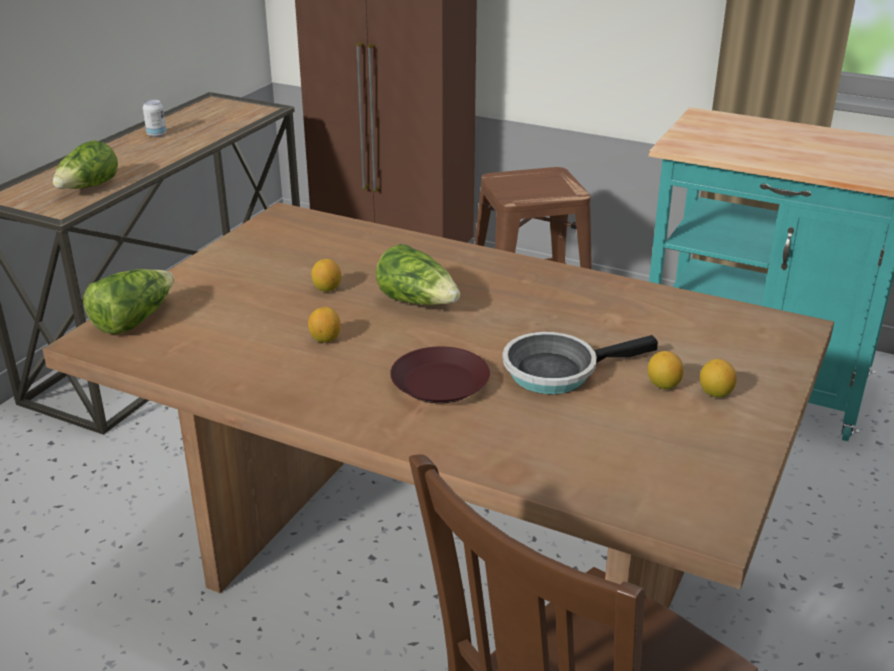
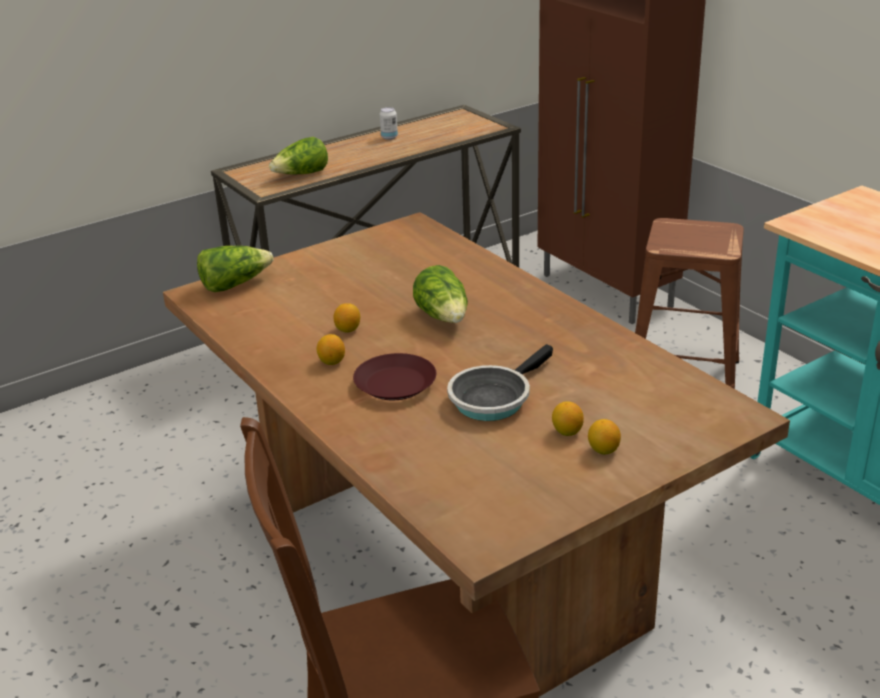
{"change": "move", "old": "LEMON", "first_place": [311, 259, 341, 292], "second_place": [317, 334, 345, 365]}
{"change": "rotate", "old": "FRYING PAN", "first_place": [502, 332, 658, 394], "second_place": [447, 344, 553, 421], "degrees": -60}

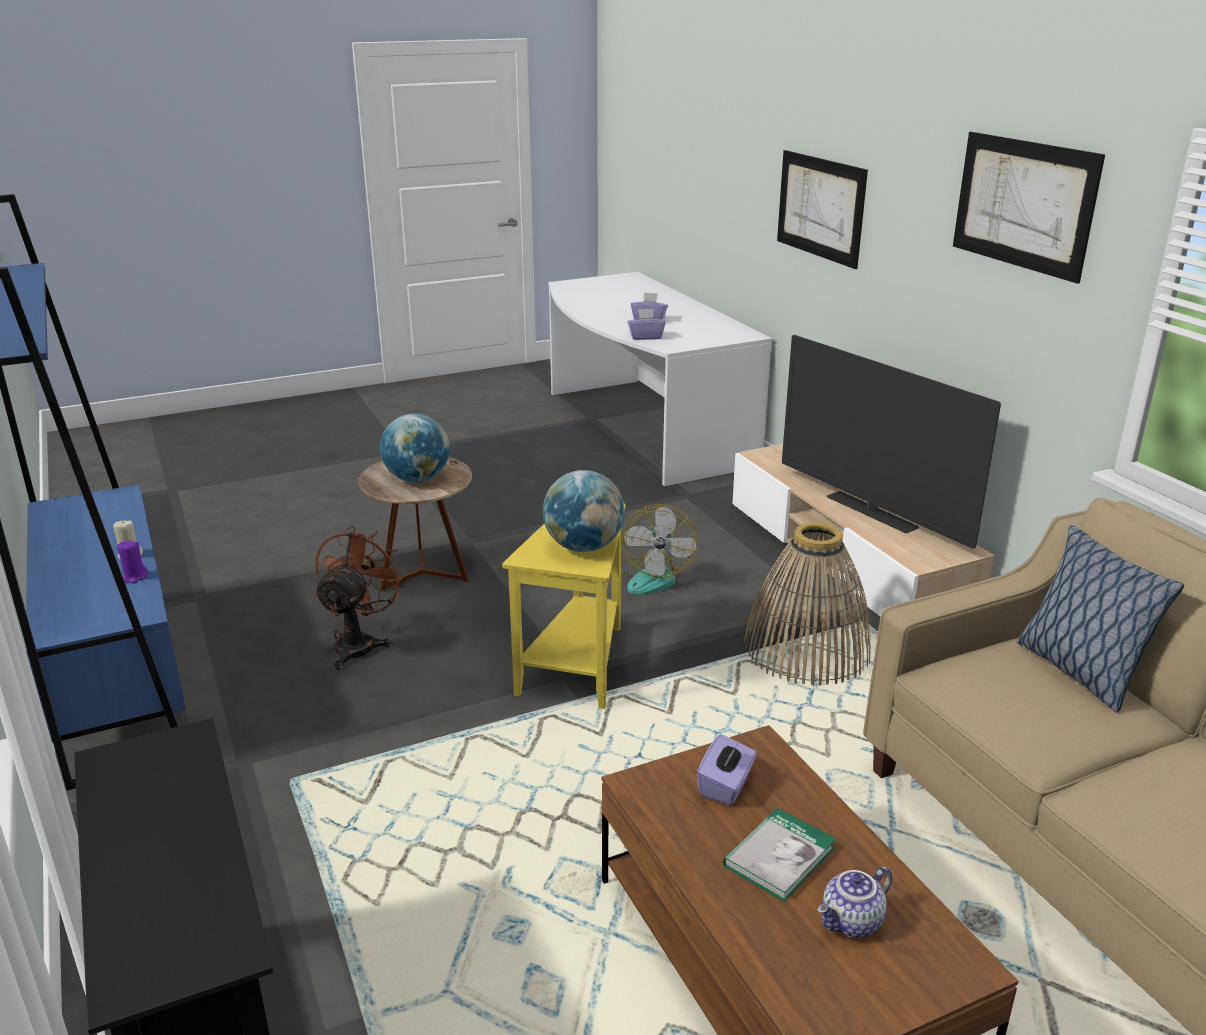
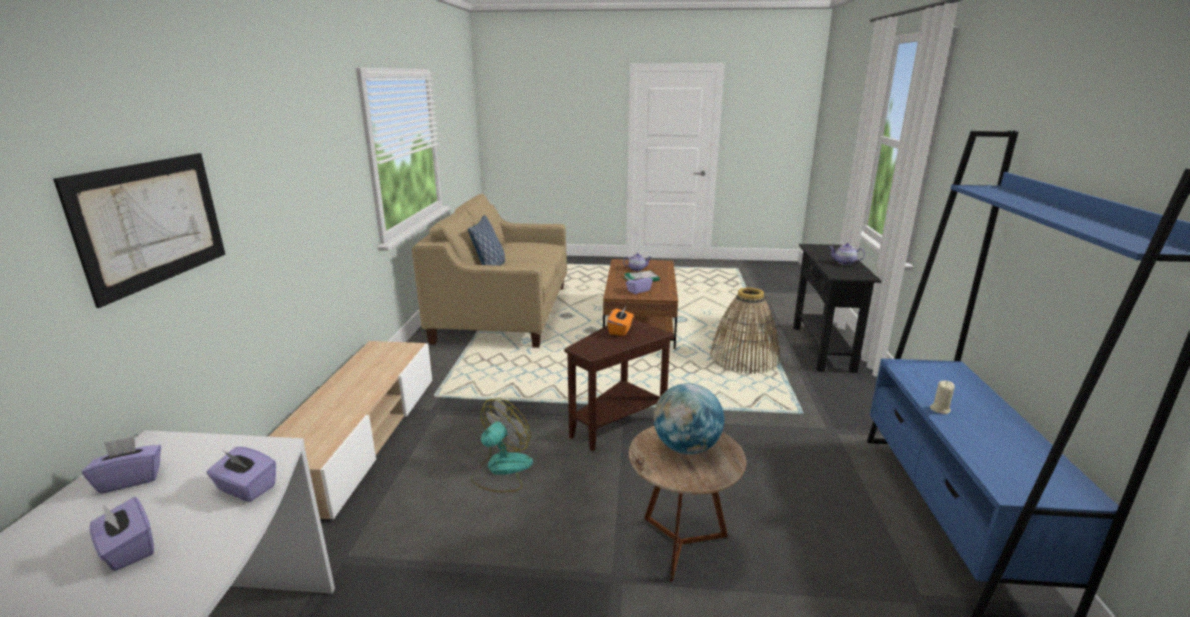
{"change": "insert", "new": "PURPLE TISSUE BOX", "second_place": [82, 436, 161, 493]}
{"change": "recolor", "old": "YELLOW SIDE TABLE", "new": "BROWN SIDE TABLE", "first_place": [502, 503, 625, 709], "second_place": [564, 319, 674, 451]}
{"change": "replace", "old": "GLOBE", "new": "ORANGE TISSUE BOX", "first_place": [543, 470, 625, 552], "second_place": [607, 307, 634, 336]}
{"change": "move", "old": "BASKET", "first_place": [744, 522, 871, 686], "second_place": [710, 287, 780, 374]}
{"change": "insert", "new": "TEAPOT", "second_place": [829, 243, 865, 265]}
{"change": "delete", "old": "PURPLE CANDLE", "first_place": [117, 541, 148, 584]}
{"change": "delete", "old": "BROWN FAN", "first_place": [314, 526, 406, 670]}
{"change": "delete", "old": "TELEVISION", "first_place": [782, 335, 1001, 549]}
{"change": "delete", "old": "PICTURE", "first_place": [953, 132, 1105, 284]}

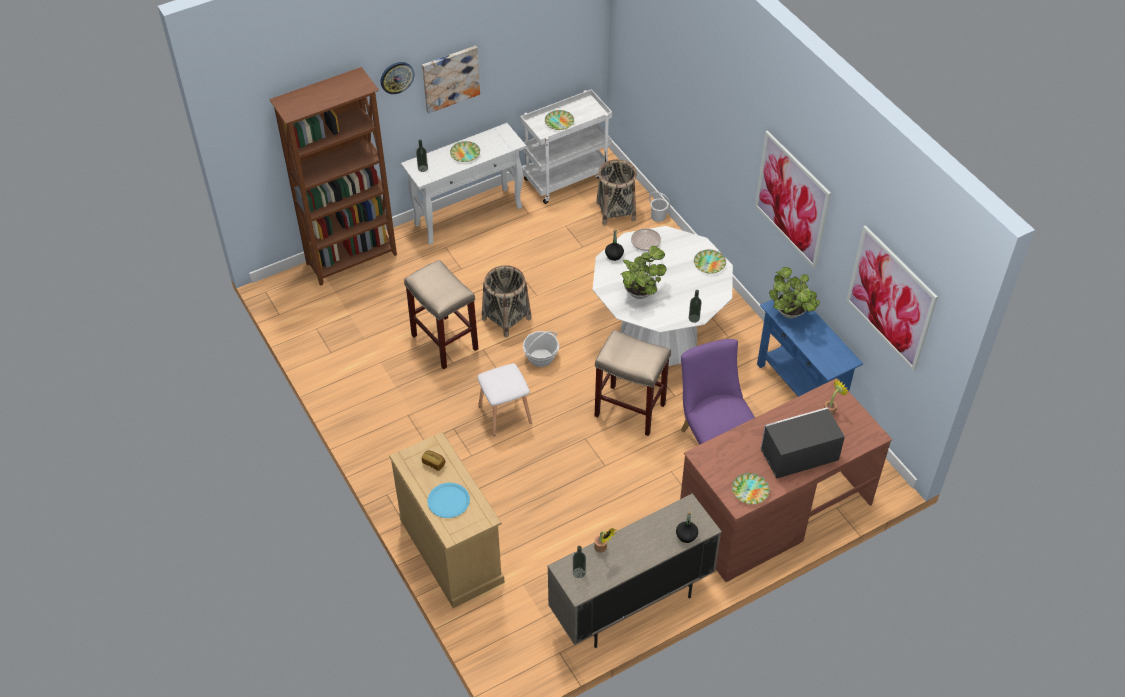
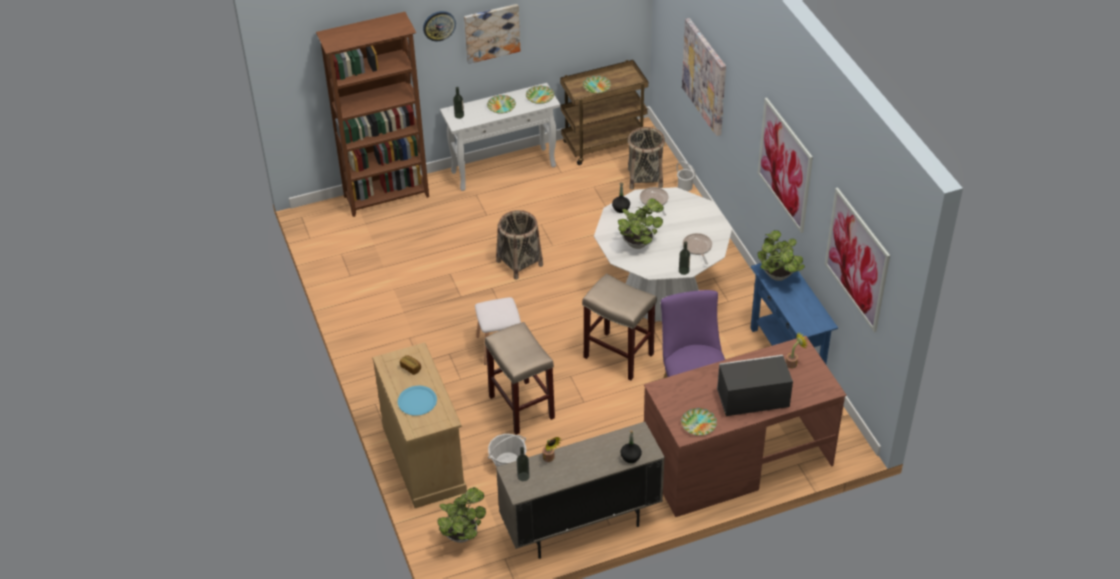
{"change": "insert", "new": "POTTED PLANT", "second_place": [437, 487, 486, 543]}
{"change": "move", "old": "BEIGE STOOL", "first_place": [404, 259, 478, 370], "second_place": [485, 322, 555, 435]}
{"change": "move", "old": "BASKET", "first_place": [523, 331, 559, 367], "second_place": [488, 434, 526, 467]}
{"change": "move", "old": "PLATE", "first_place": [694, 250, 726, 274], "second_place": [526, 86, 554, 104]}
{"change": "recolor", "old": "WHITE CART", "new": "BROWN CART", "first_place": [520, 89, 612, 204], "second_place": [560, 60, 648, 165]}
{"change": "insert", "new": "PICTURE", "second_place": [682, 18, 726, 136]}
{"change": "insert", "new": "FRYING PAN", "second_place": [683, 233, 712, 264]}

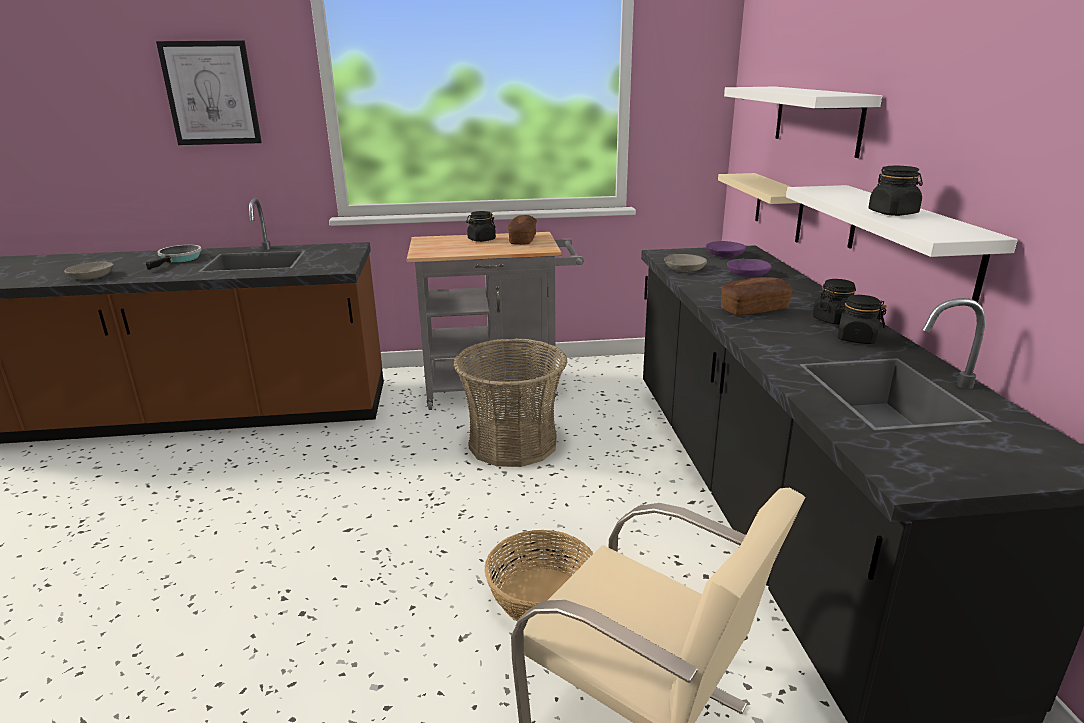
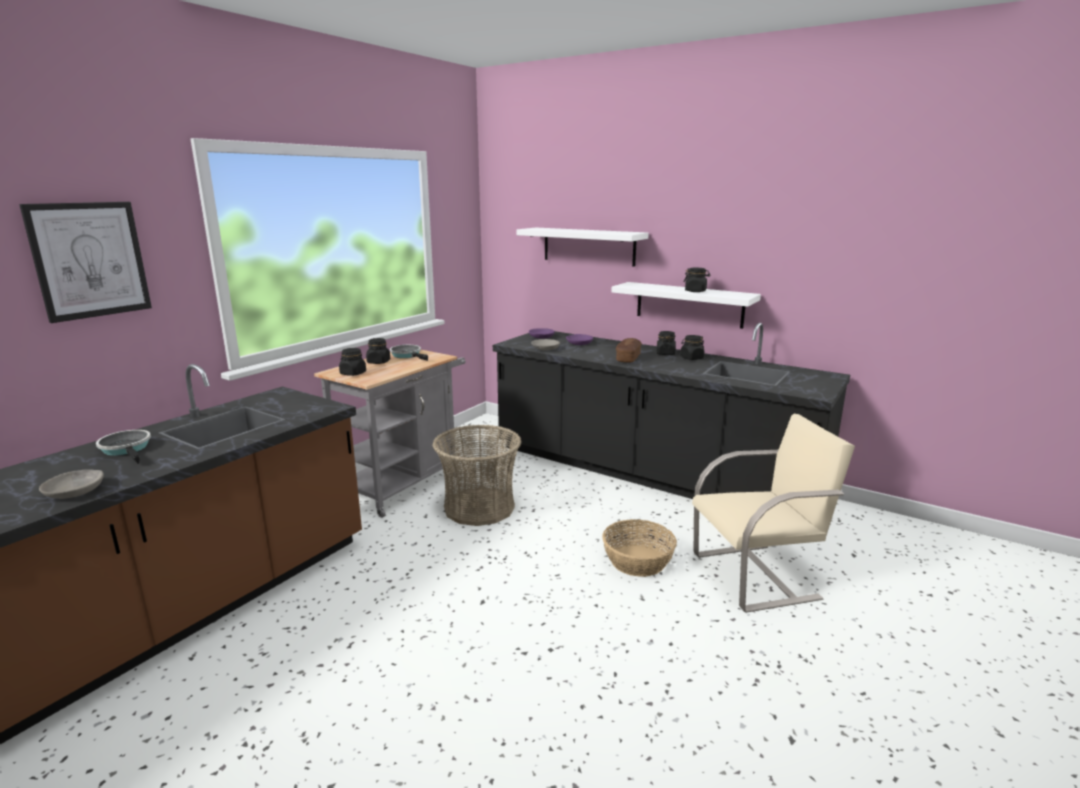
{"change": "insert", "new": "BLACK JAR", "second_place": [339, 348, 366, 376]}
{"change": "replace", "old": "BREAD", "new": "FRYING PAN", "first_place": [508, 215, 537, 245], "second_place": [390, 345, 428, 361]}
{"change": "delete", "old": "BEIGE SHELF", "first_place": [718, 173, 804, 243]}

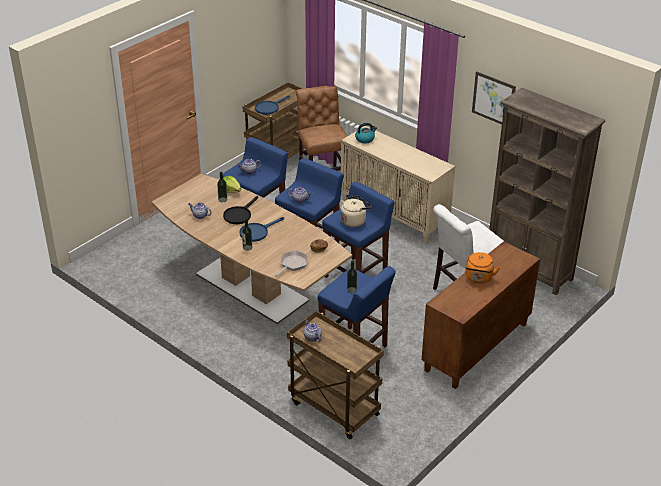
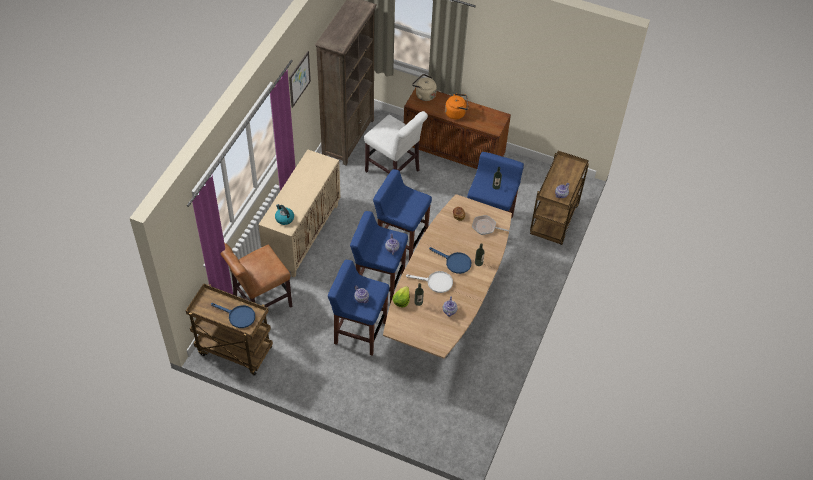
{"change": "recolor", "old": "BLACK FRYING PAN", "new": "WHITE FRYING PAN", "first_place": [223, 196, 258, 224], "second_place": [406, 271, 453, 293]}
{"change": "move", "old": "BEIGE KETTLE", "first_place": [341, 196, 371, 227], "second_place": [412, 74, 437, 101]}

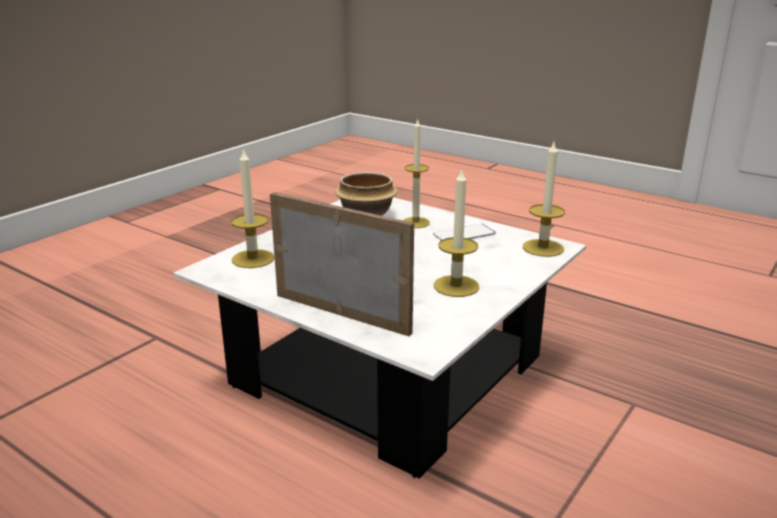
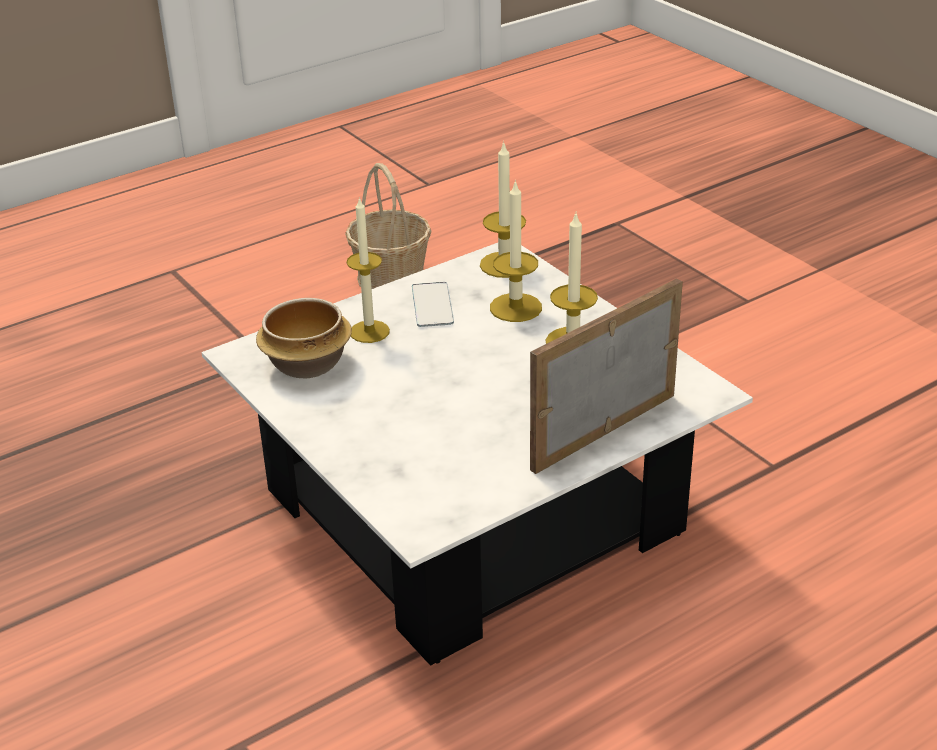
{"change": "insert", "new": "BASKET", "second_place": [345, 163, 431, 289]}
{"change": "move", "old": "CANDLE", "first_place": [231, 148, 275, 268], "second_place": [490, 180, 542, 322]}

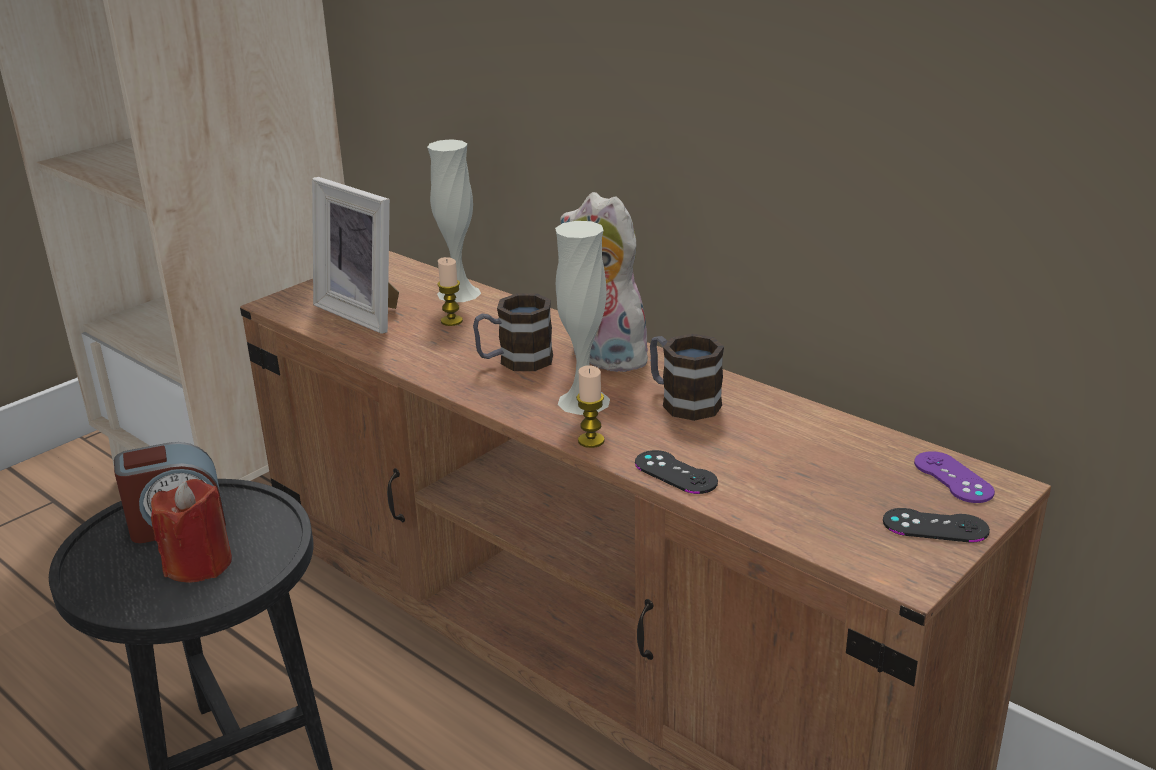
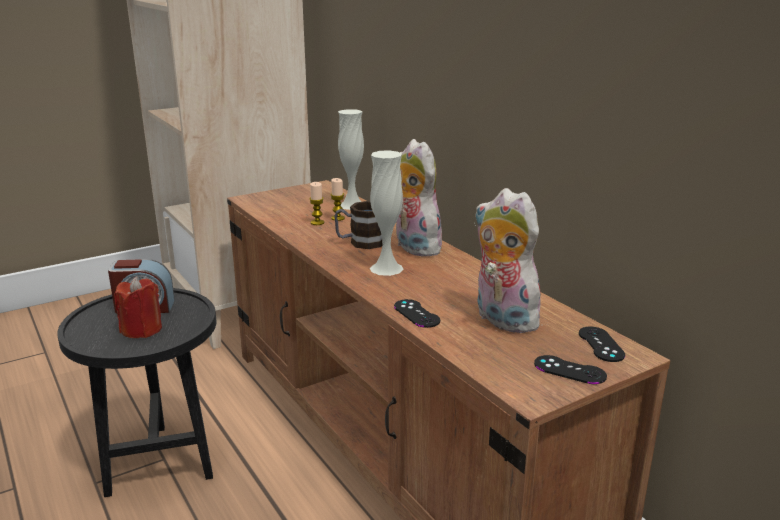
{"change": "move", "old": "CANDLE", "first_place": [576, 365, 605, 448], "second_place": [309, 182, 324, 225]}
{"change": "insert", "new": "PLUSH TOY", "second_place": [474, 188, 542, 333]}
{"change": "recolor", "old": "PURPLE GAME CONTROLLER", "new": "BLACK GAME CONTROLLER", "first_place": [914, 451, 995, 503], "second_place": [579, 327, 625, 362]}
{"change": "delete", "old": "PICTURE FRAME", "first_place": [312, 177, 399, 334]}
{"change": "delete", "old": "MUG", "first_place": [650, 334, 724, 421]}

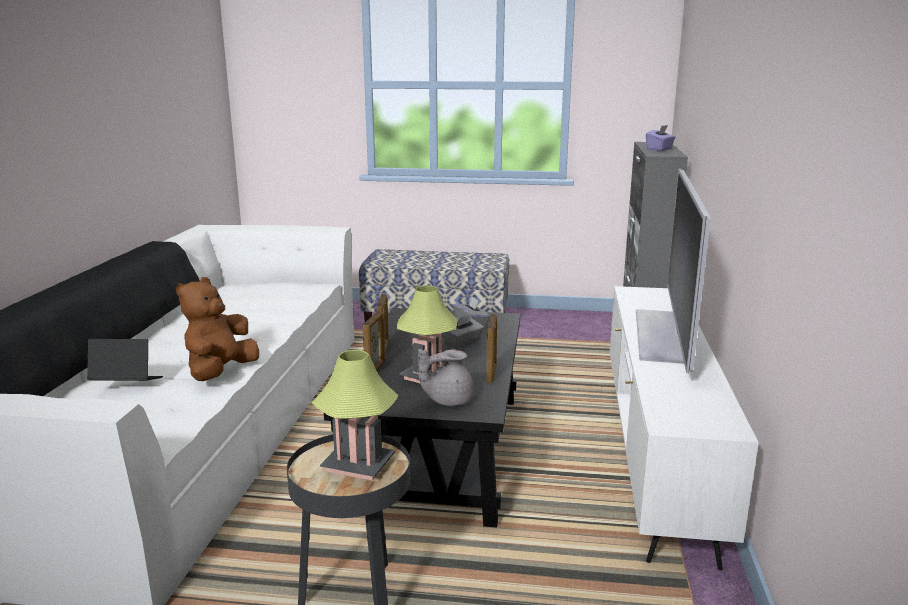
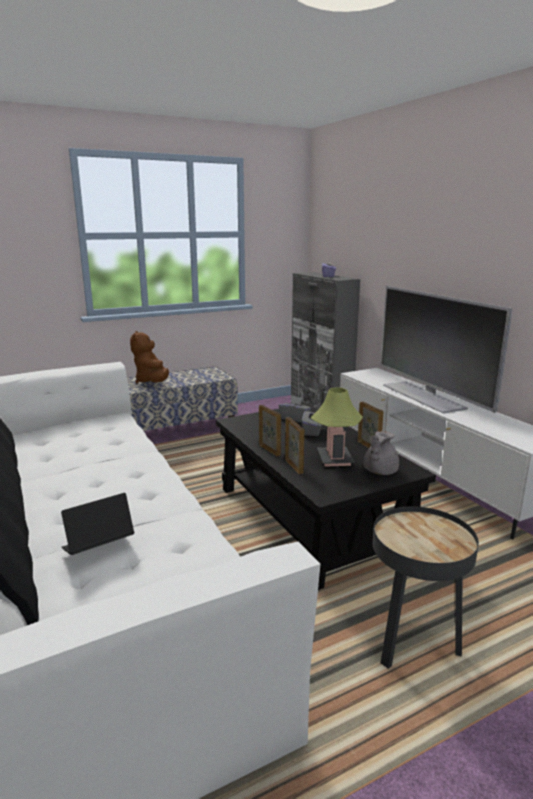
{"change": "move", "old": "BROWN PLUSH TOY", "first_place": [176, 277, 259, 381], "second_place": [130, 331, 169, 383]}
{"change": "delete", "old": "TABLE LAMP", "first_place": [312, 350, 399, 480]}

